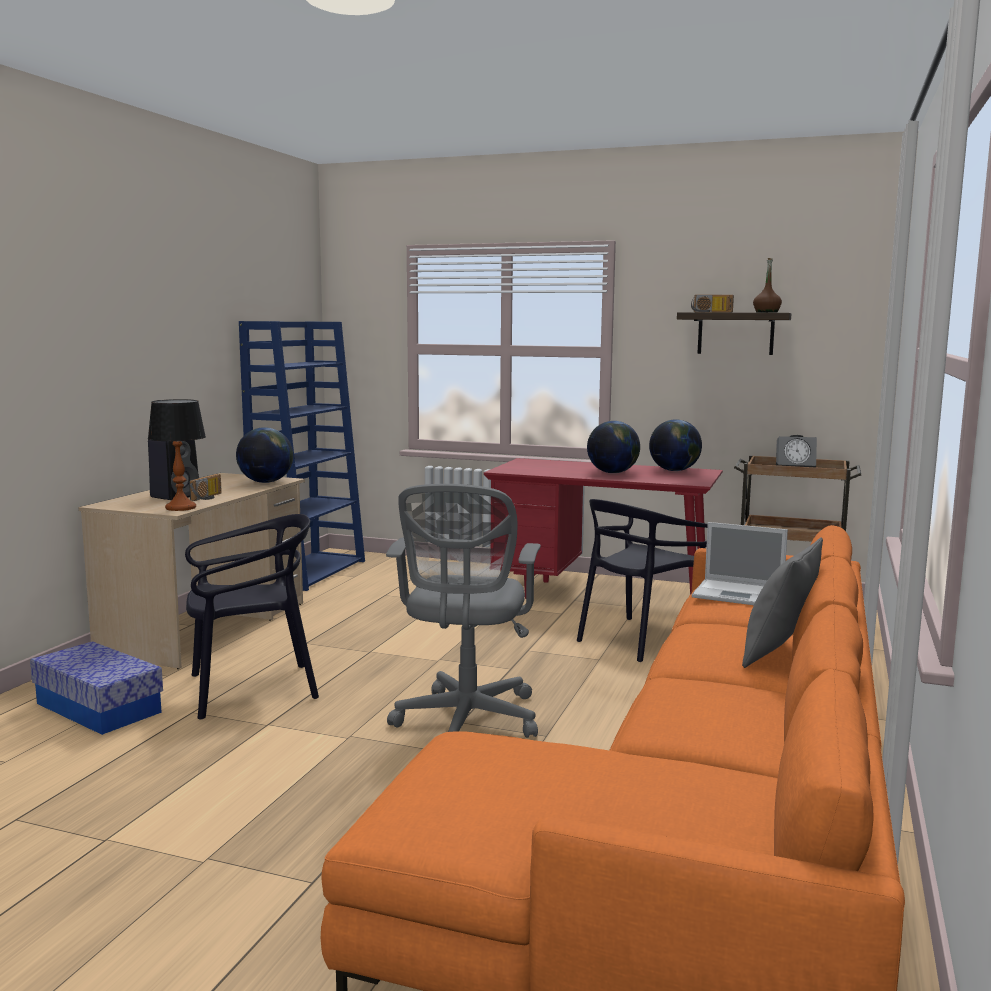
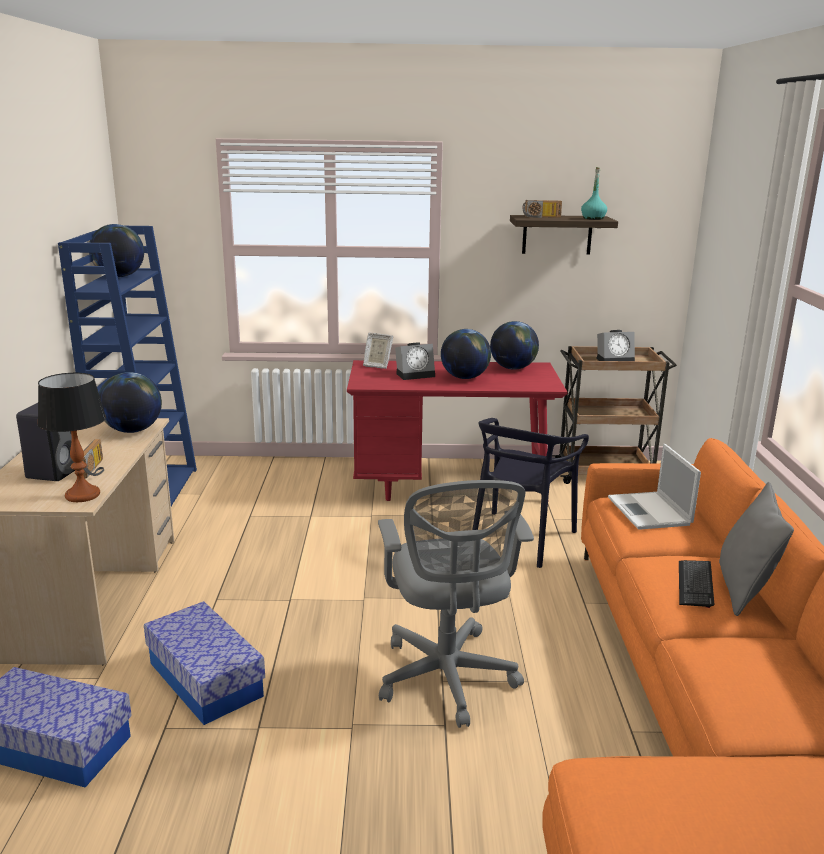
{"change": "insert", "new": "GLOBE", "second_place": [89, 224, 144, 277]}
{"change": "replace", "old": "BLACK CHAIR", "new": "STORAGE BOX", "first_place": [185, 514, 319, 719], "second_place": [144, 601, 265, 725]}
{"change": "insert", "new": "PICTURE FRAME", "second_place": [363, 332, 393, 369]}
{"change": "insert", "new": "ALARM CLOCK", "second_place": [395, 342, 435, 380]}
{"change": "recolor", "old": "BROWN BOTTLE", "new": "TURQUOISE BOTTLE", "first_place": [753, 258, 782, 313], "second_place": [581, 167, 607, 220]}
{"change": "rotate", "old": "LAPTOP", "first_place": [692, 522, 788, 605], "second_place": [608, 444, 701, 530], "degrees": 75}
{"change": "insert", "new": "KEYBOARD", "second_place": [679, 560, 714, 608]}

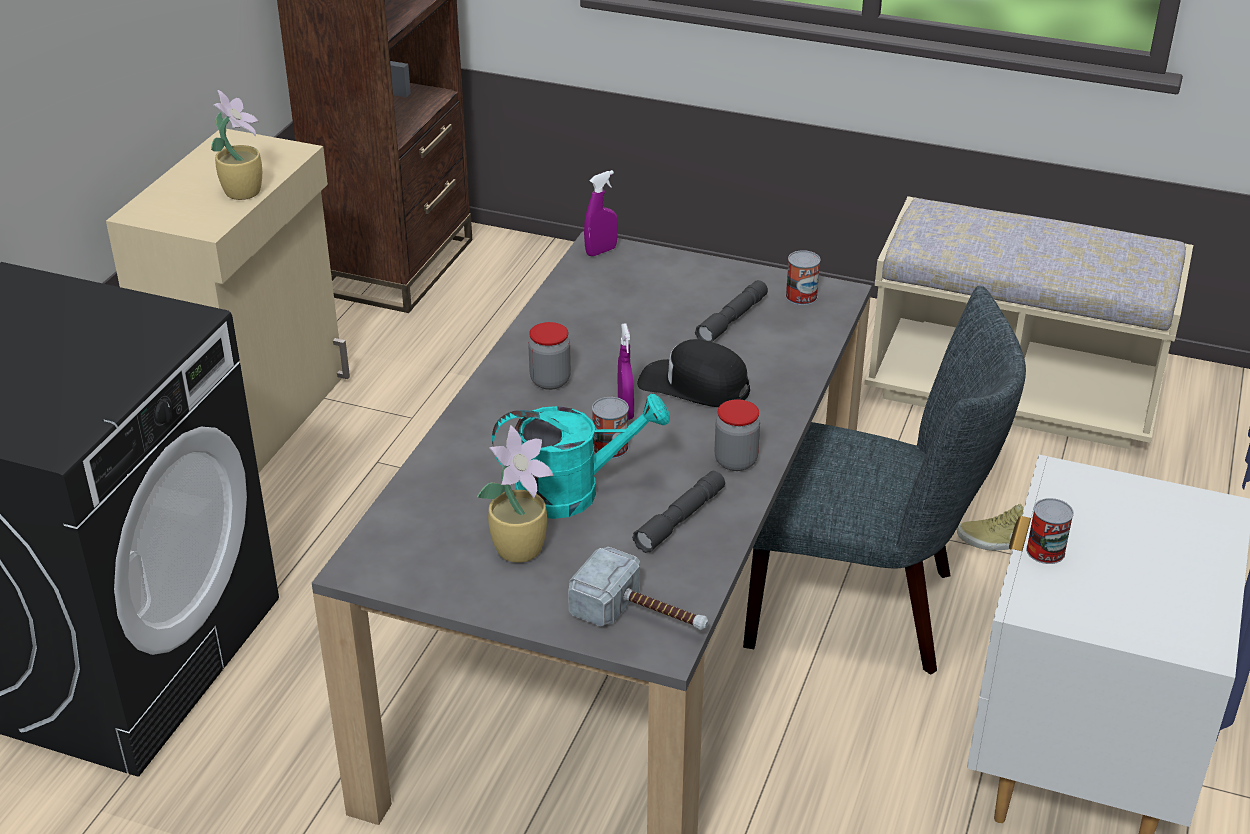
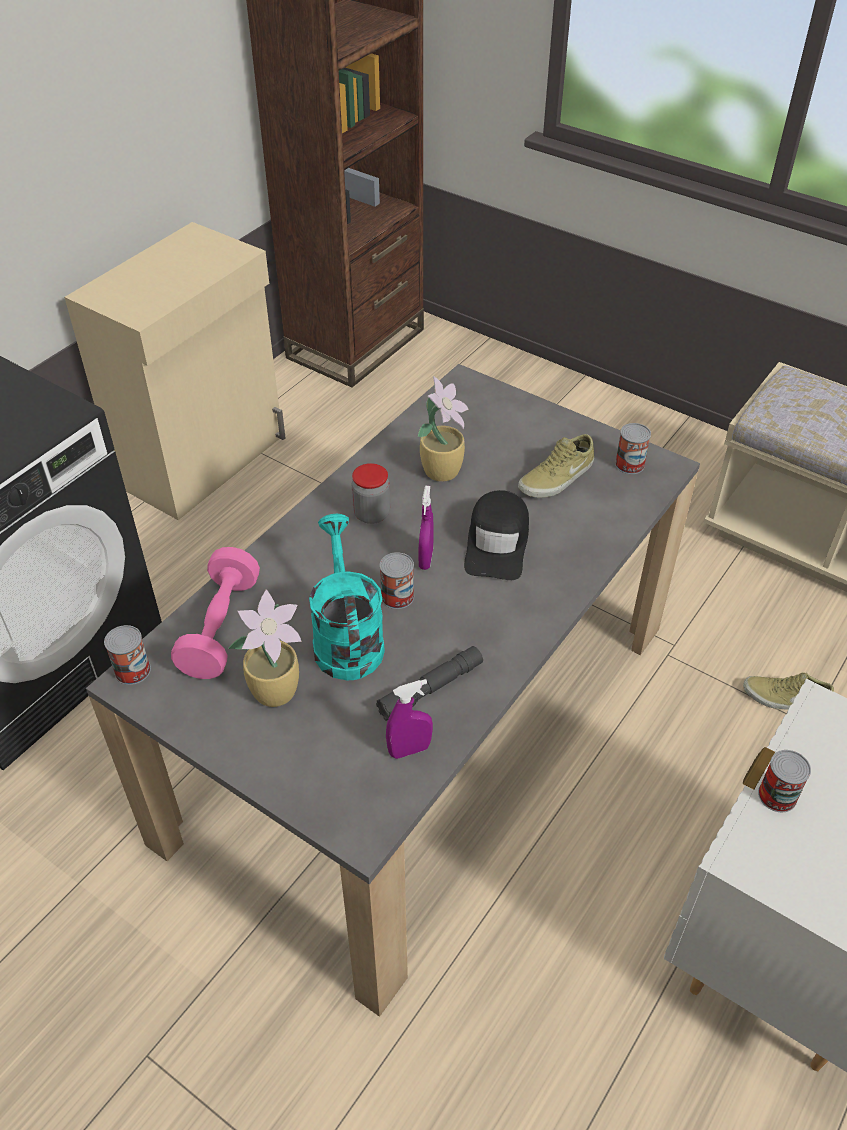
{"change": "insert", "new": "CAN", "second_place": [104, 625, 151, 685]}
{"change": "insert", "new": "PINK DUMBBELL", "second_place": [171, 547, 260, 679]}
{"change": "rotate", "old": "TURQUOISE WATERING CAN", "first_place": [492, 393, 670, 519], "second_place": [309, 514, 385, 681], "degrees": -105}
{"change": "move", "old": "PURPLE SPRAY BOTTLE", "first_place": [584, 170, 618, 256], "second_place": [386, 679, 433, 759]}
{"change": "move", "old": "POTTED PLANT", "first_place": [211, 90, 262, 200], "second_place": [418, 376, 469, 482]}
{"change": "rotate", "old": "BLACK CAP", "first_place": [637, 339, 750, 407], "second_place": [464, 490, 529, 580], "degrees": -120}
{"change": "replace", "old": "GREY FLASHLIGHT", "new": "BEIGE SHOE", "first_place": [695, 280, 768, 342], "second_place": [518, 434, 594, 497]}
{"change": "delete", "old": "HAMMER", "first_place": [568, 547, 708, 630]}
{"change": "delete", "old": "JAR", "first_place": [714, 399, 760, 471]}
{"change": "delete", "old": "GREY CHAIR", "first_place": [743, 286, 1026, 675]}

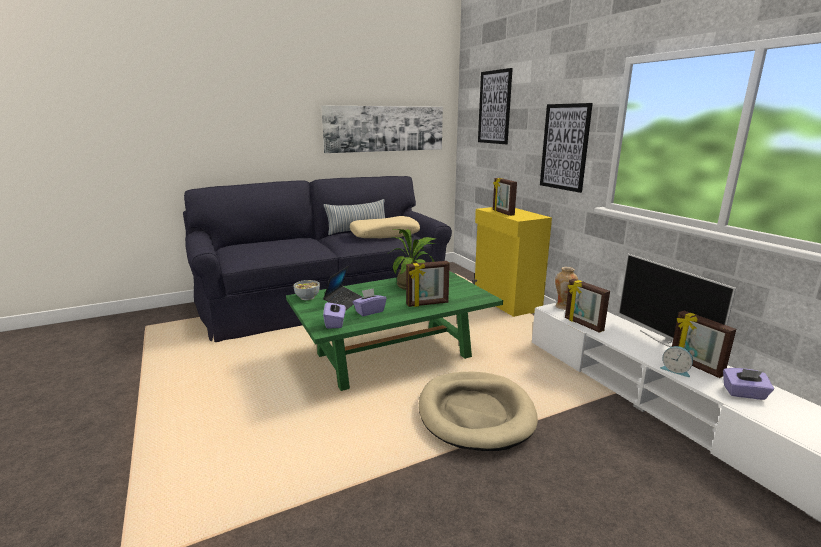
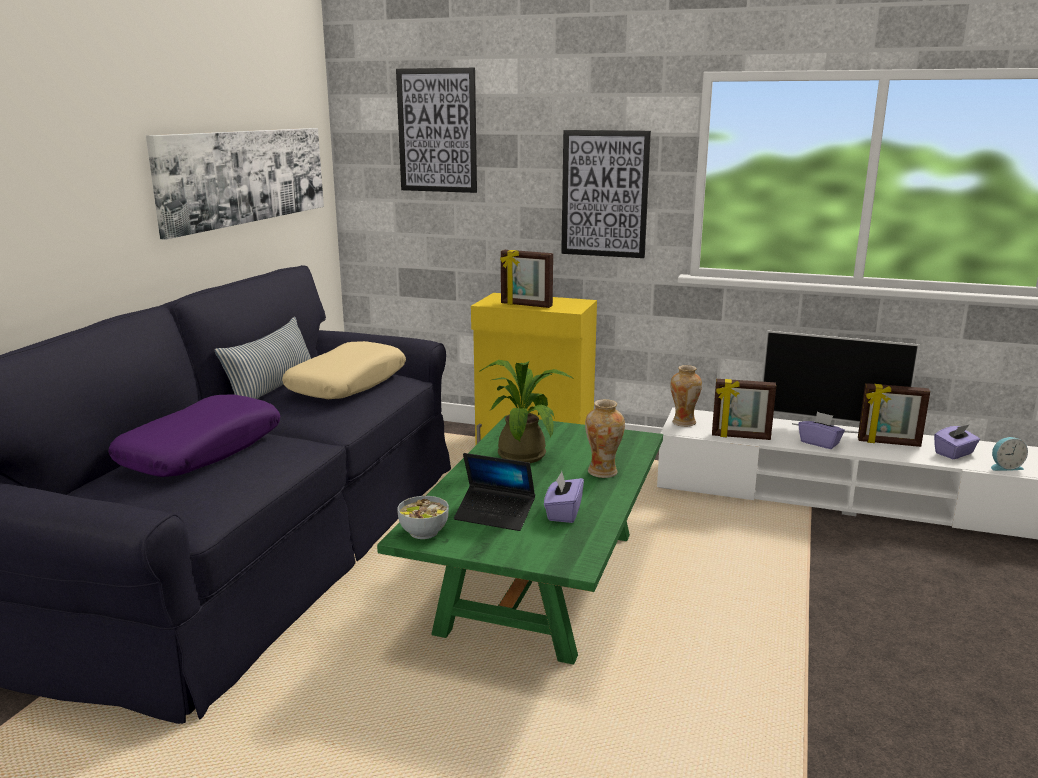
{"change": "insert", "new": "PURPLE PILLOW", "second_place": [108, 394, 280, 477]}
{"change": "rotate", "old": "LAPTOP", "first_place": [323, 266, 362, 310], "second_place": [454, 453, 535, 531], "degrees": 135}
{"change": "replace", "old": "PICTURE FRAME", "new": "VASE", "first_place": [406, 261, 450, 307], "second_place": [585, 399, 625, 478]}
{"change": "move", "old": "PURPLE TISSUE BOX", "first_place": [323, 298, 346, 329], "second_place": [798, 412, 845, 449]}
{"change": "move", "old": "ALARM CLOCK", "first_place": [660, 346, 693, 377], "second_place": [991, 437, 1028, 471]}
{"change": "delete", "old": "BEIGE DOG BED", "first_place": [419, 372, 538, 451]}

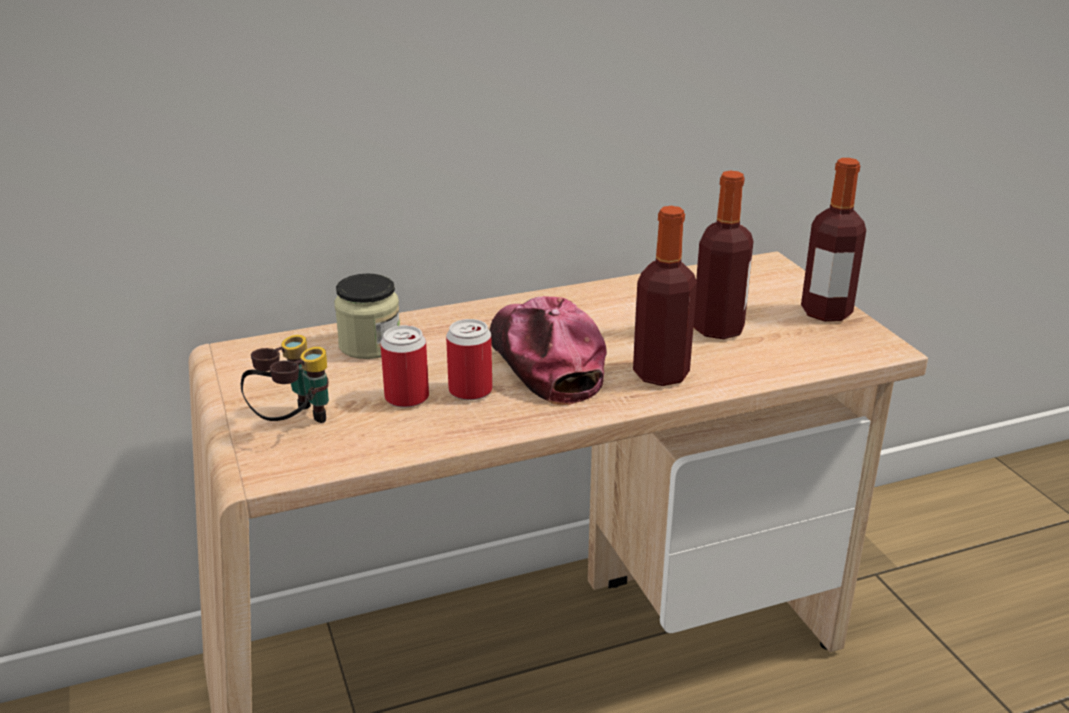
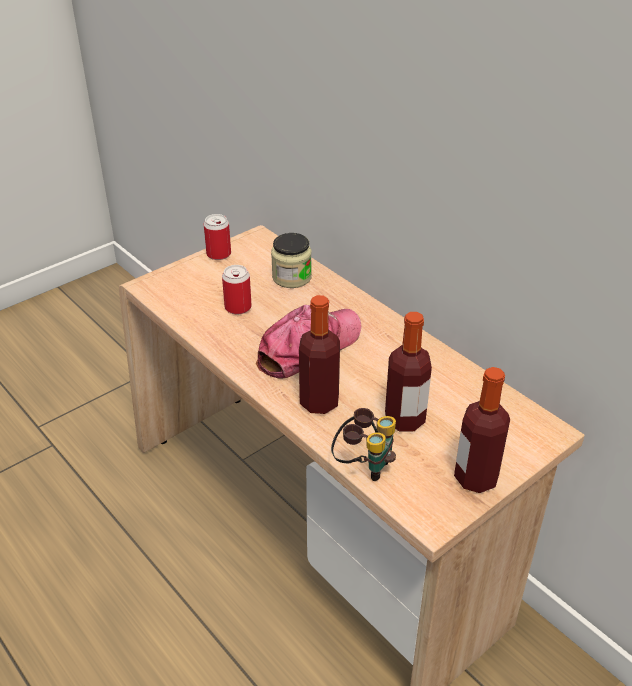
{"change": "move", "old": "CAN", "first_place": [446, 319, 492, 400], "second_place": [204, 214, 231, 260]}
{"change": "move", "old": "BINOCULARS", "first_place": [241, 335, 329, 423], "second_place": [331, 408, 396, 481]}

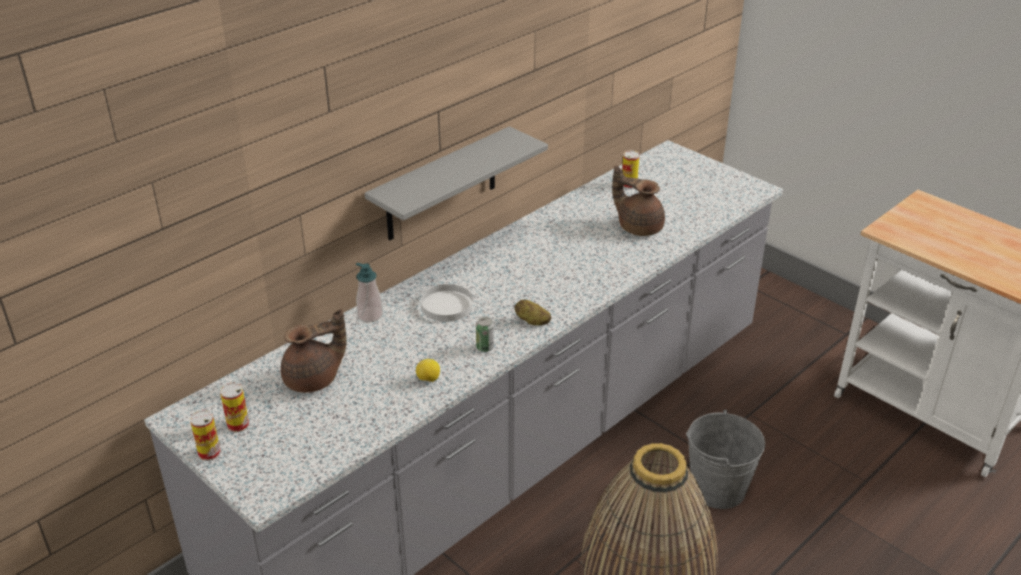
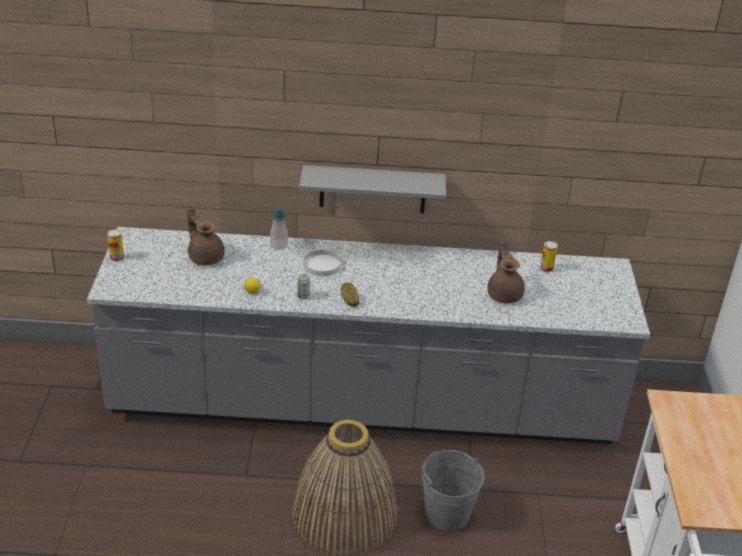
{"change": "rotate", "old": "BROWN TEAPOT", "first_place": [281, 309, 347, 393], "second_place": [187, 205, 225, 266], "degrees": -150}
{"change": "delete", "old": "CAN", "first_place": [220, 383, 249, 433]}

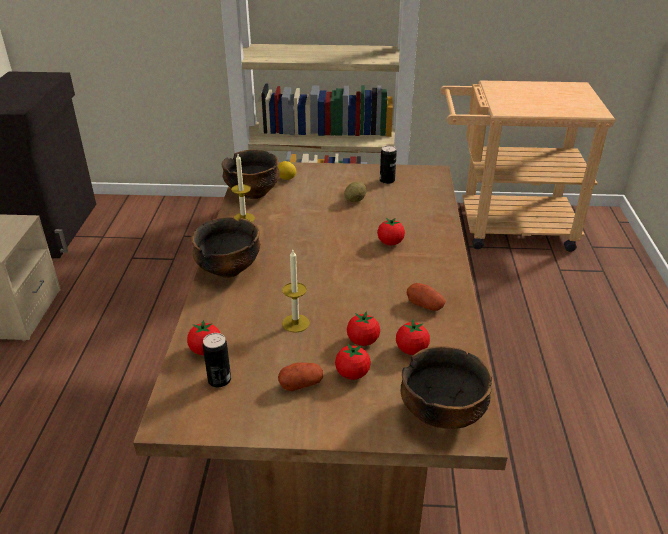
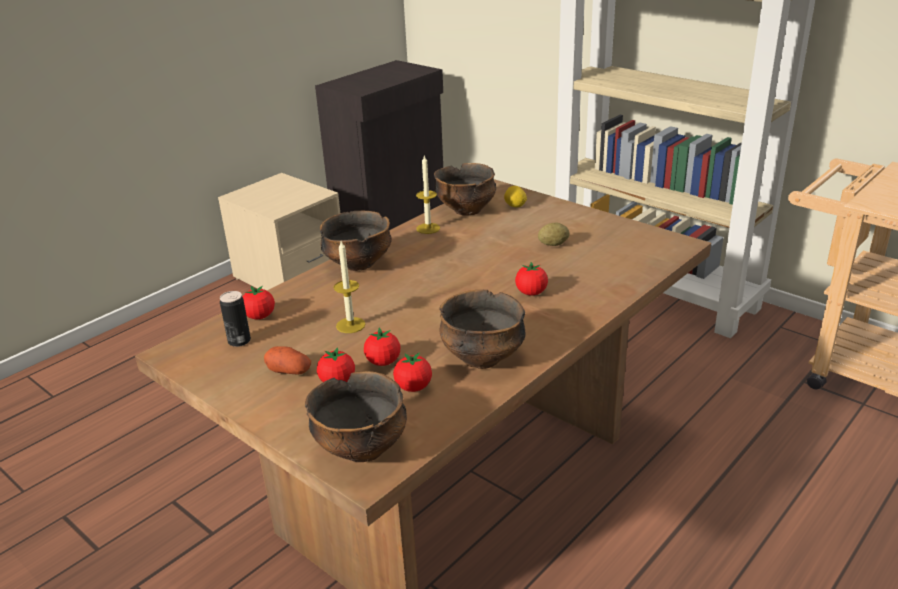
{"change": "replace", "old": "POTATO", "new": "BOWL", "first_place": [407, 283, 446, 311], "second_place": [439, 290, 526, 369]}
{"change": "delete", "old": "CAN", "first_place": [380, 145, 397, 184]}

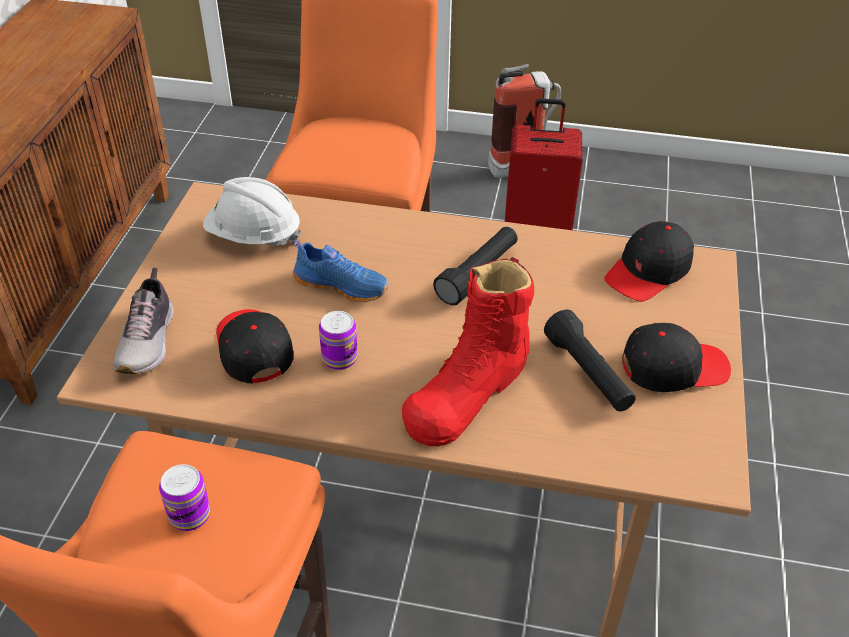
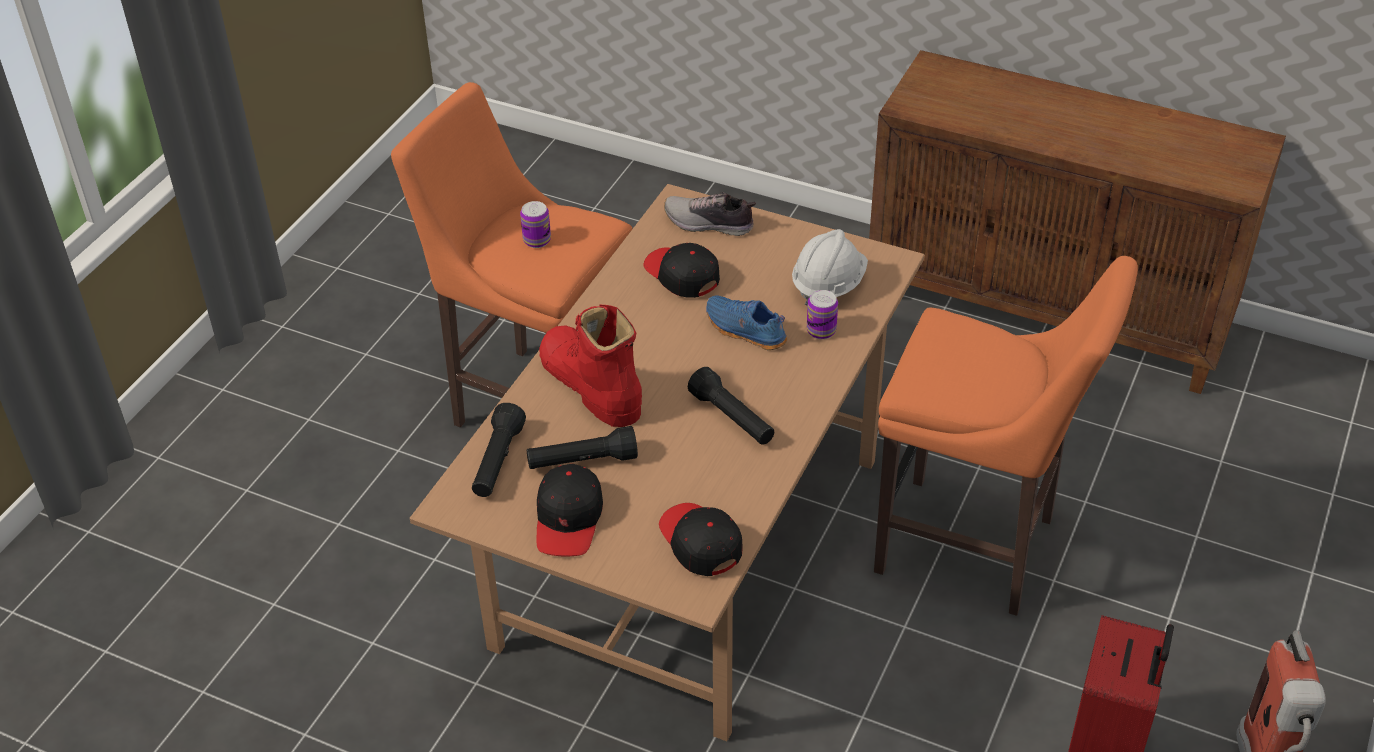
{"change": "insert", "new": "BLACK FLASHLIGHT", "second_place": [472, 403, 526, 497]}
{"change": "rotate", "old": "BLACK CAP", "first_place": [216, 309, 294, 383], "second_place": [643, 243, 720, 298], "degrees": -120}
{"change": "rotate", "old": "BLUE SHOE", "first_place": [292, 239, 389, 302], "second_place": [706, 295, 787, 350], "degrees": 90}
{"change": "move", "old": "CAN", "first_place": [319, 311, 358, 370], "second_place": [807, 290, 838, 339]}

